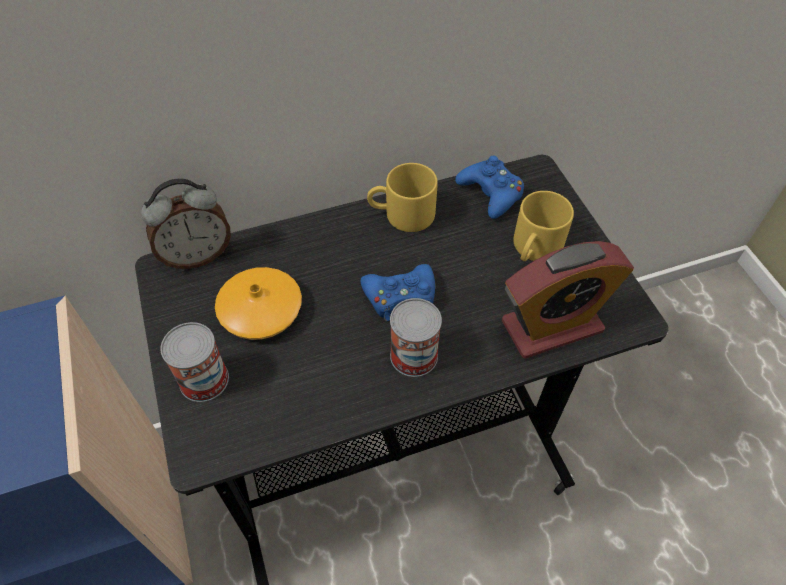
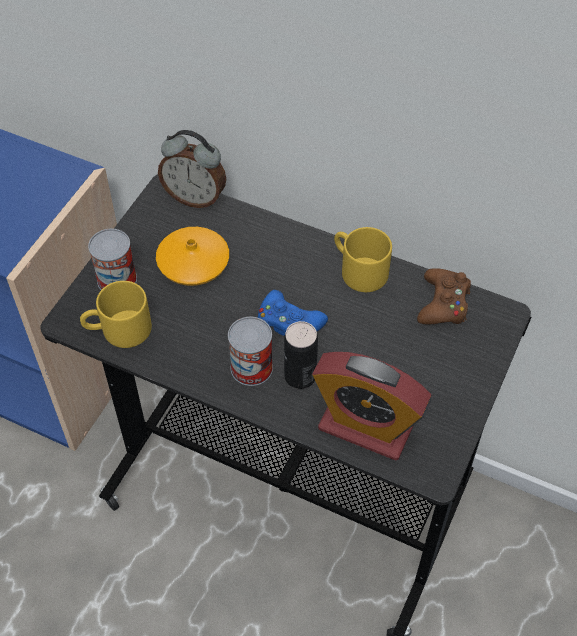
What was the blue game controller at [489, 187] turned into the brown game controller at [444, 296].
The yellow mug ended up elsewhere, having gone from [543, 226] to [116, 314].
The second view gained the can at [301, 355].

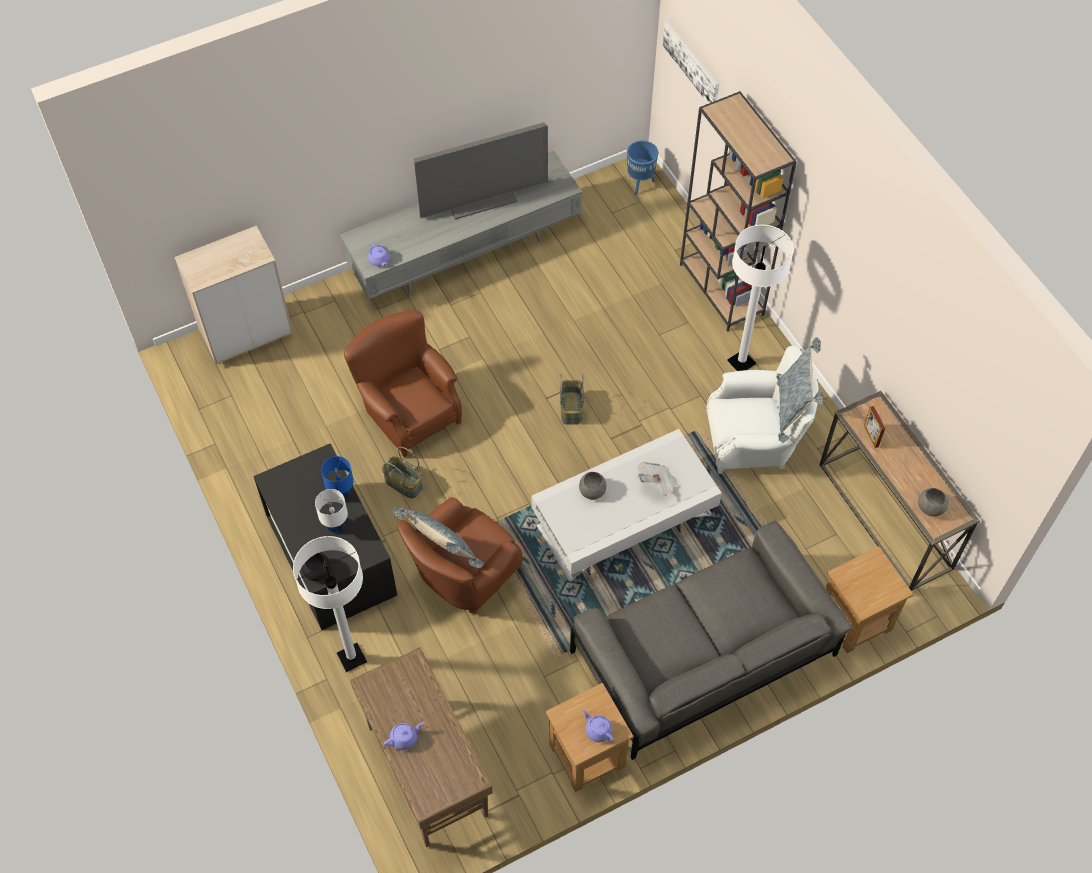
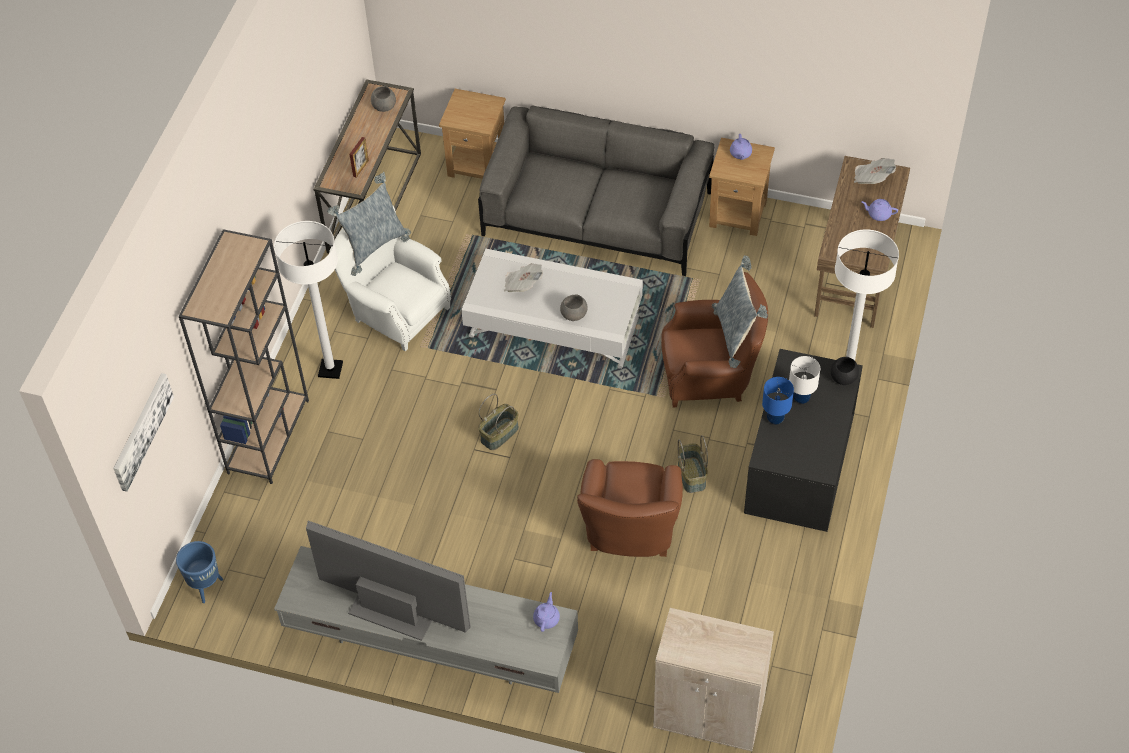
The second view gained the newspaper at [875, 171].

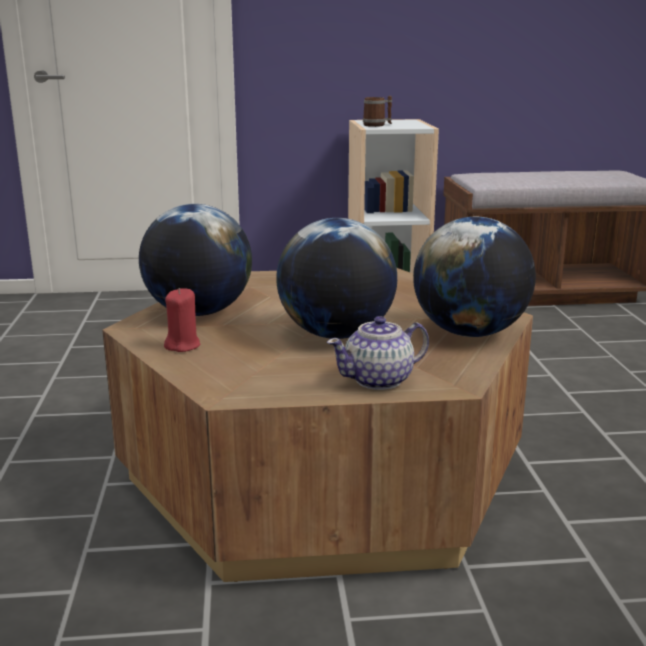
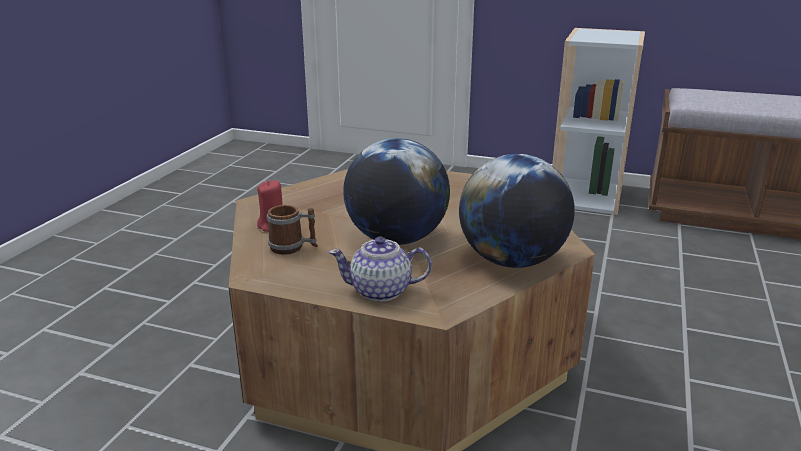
The second view lost the globe at [195, 260].
The mug ended up elsewhere, having gone from [377, 111] to [292, 230].

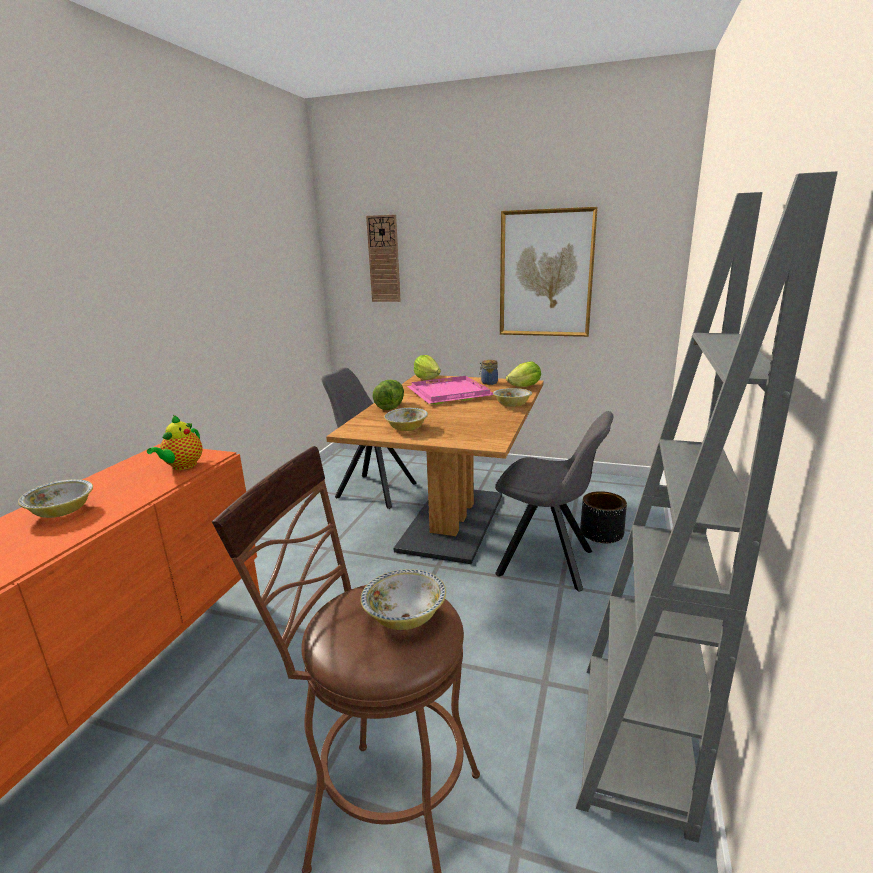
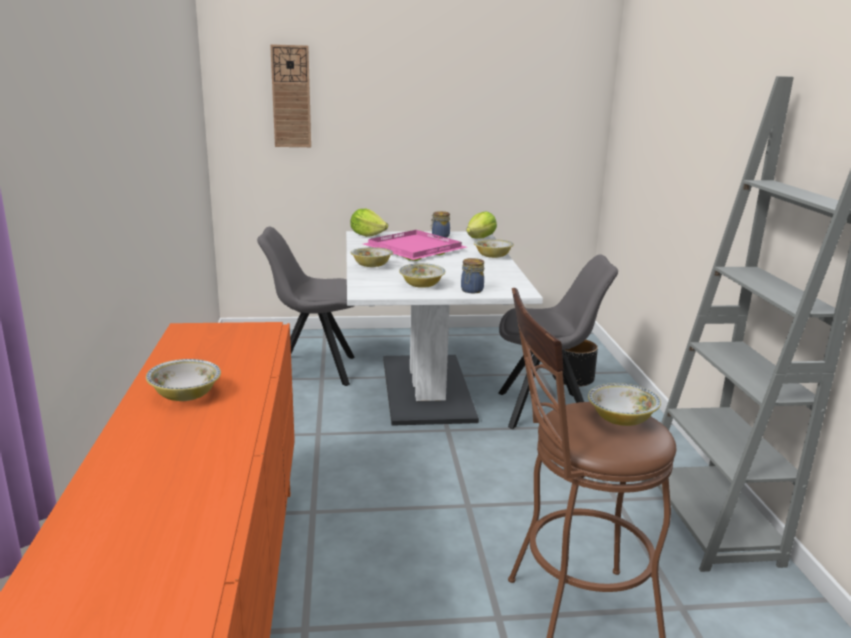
The second view lost the teapot at [175, 442].
What was the brown dining table at [435, 469] turned into the white dining table at [444, 328].
Where the lettuce stood at [388, 395], the bowl came to stand at [371, 257].
The second view lost the picture at [549, 272].
The second view gained the jar at [472, 275].

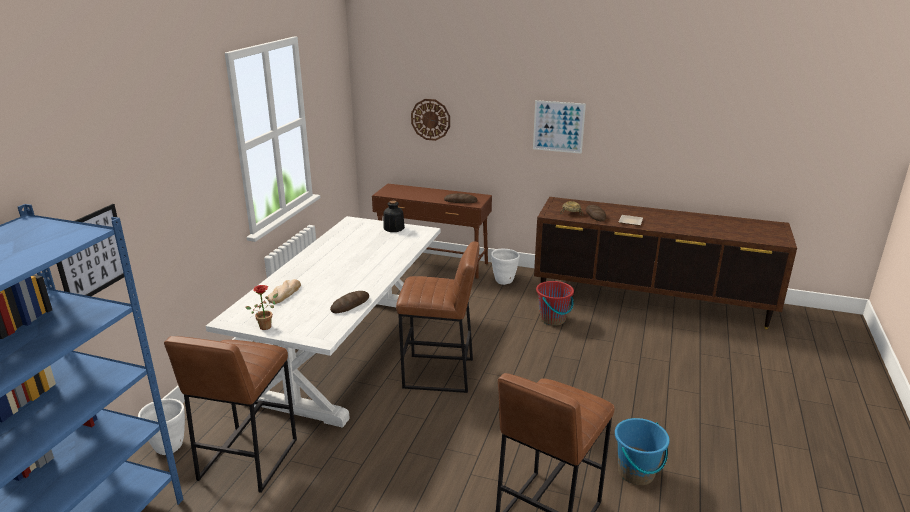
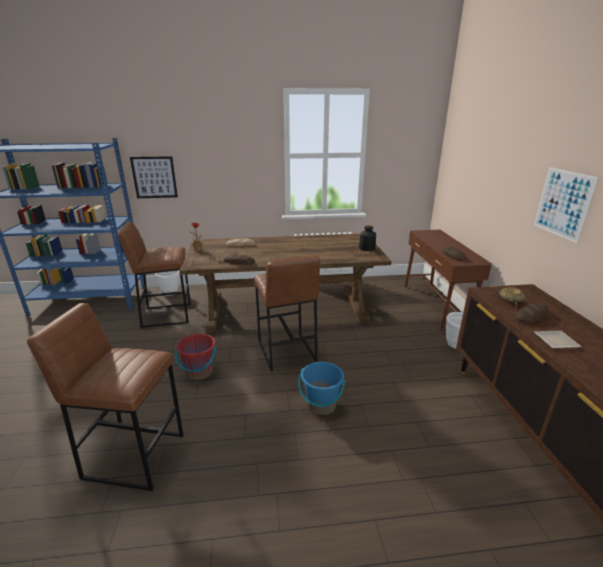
What was the white dining table at [323, 322] turned into the brown dining table at [286, 283].
The second view lost the wall clock at [430, 120].
The red bucket ended up elsewhere, having gone from [555, 303] to [195, 357].
The blue bucket ended up elsewhere, having gone from [642, 451] to [322, 388].

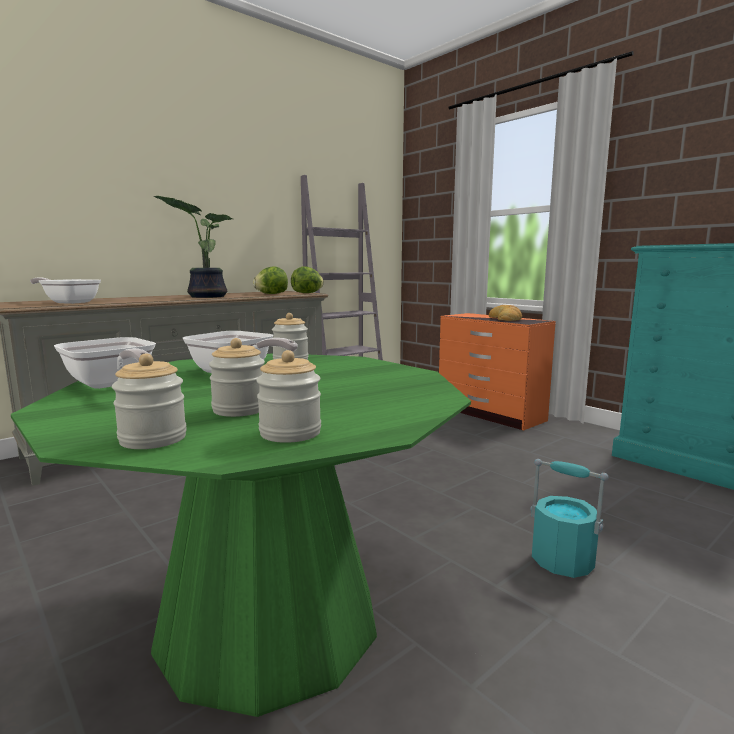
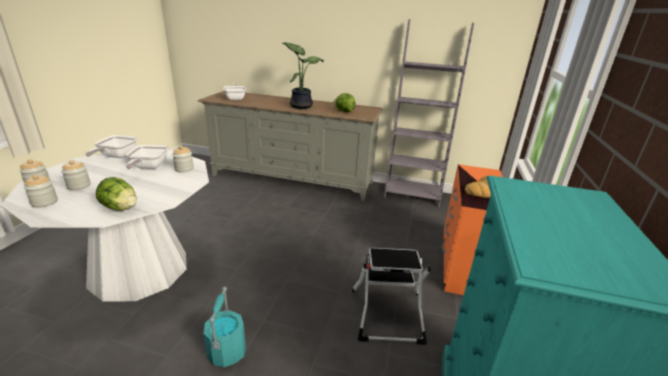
What was the green dining table at [241, 535] turned into the white dining table at [104, 226].
The lettuce ended up elsewhere, having gone from [307, 279] to [116, 194].
The second view gained the step ladder at [391, 296].

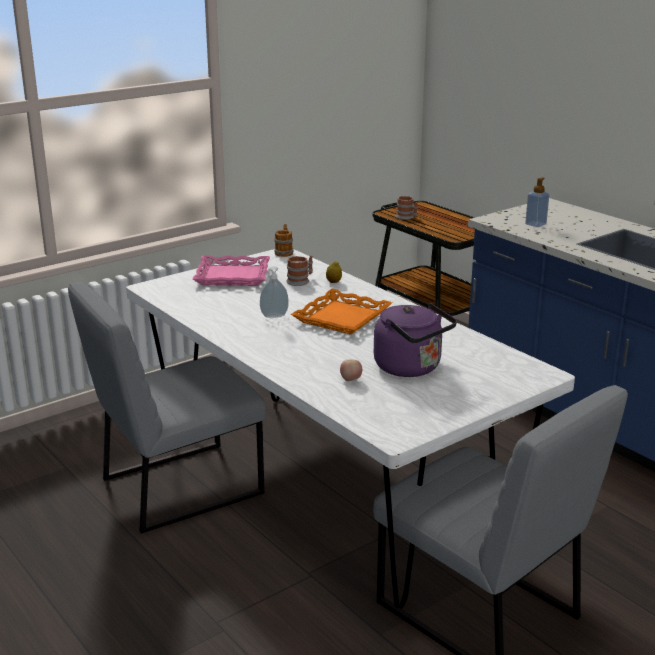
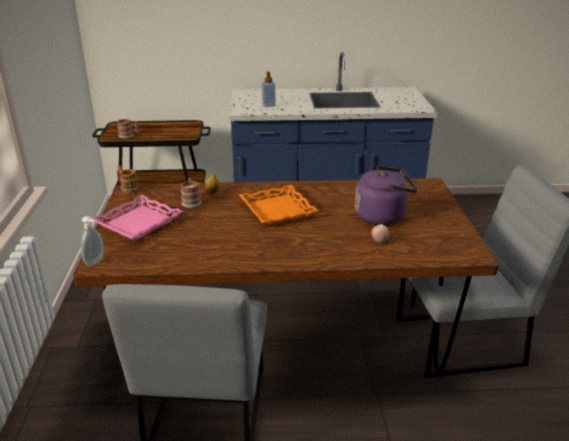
What was the white dining table at [350, 429] turned into the brown dining table at [286, 274].
The soap dispenser ended up elsewhere, having gone from [274, 292] to [92, 241].

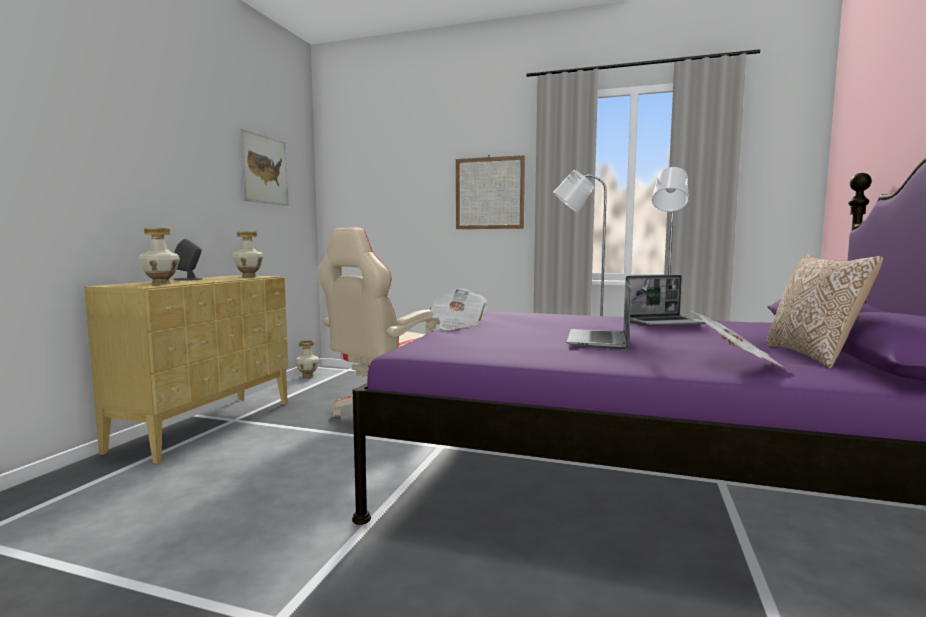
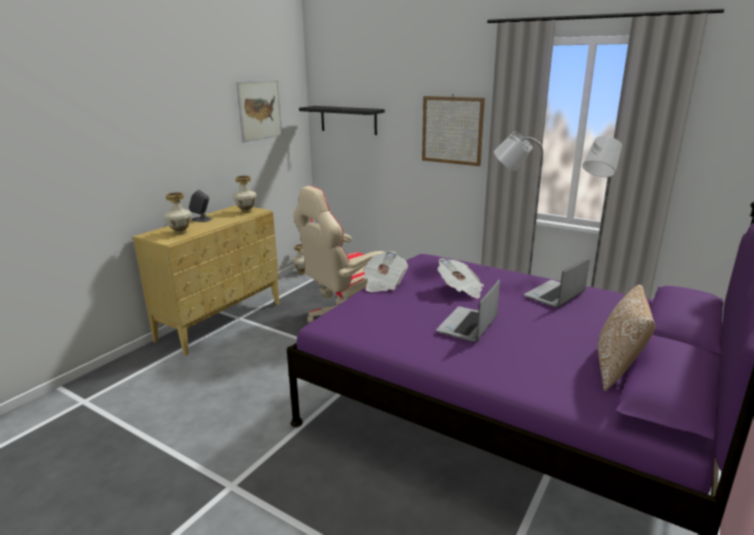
The laptop at [665, 300] ended up facing another way, 135 degrees clockwise from before.
The newspaper ended up elsewhere, having gone from [740, 340] to [460, 278].
The second view gained the black shelf at [342, 120].

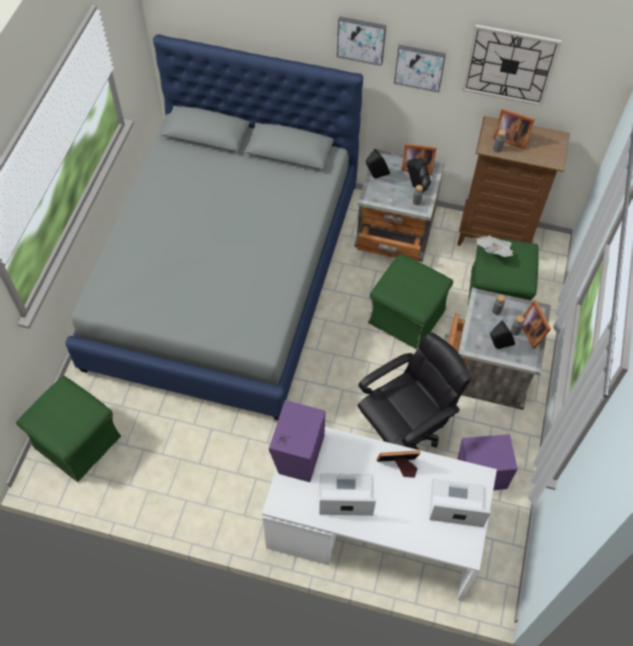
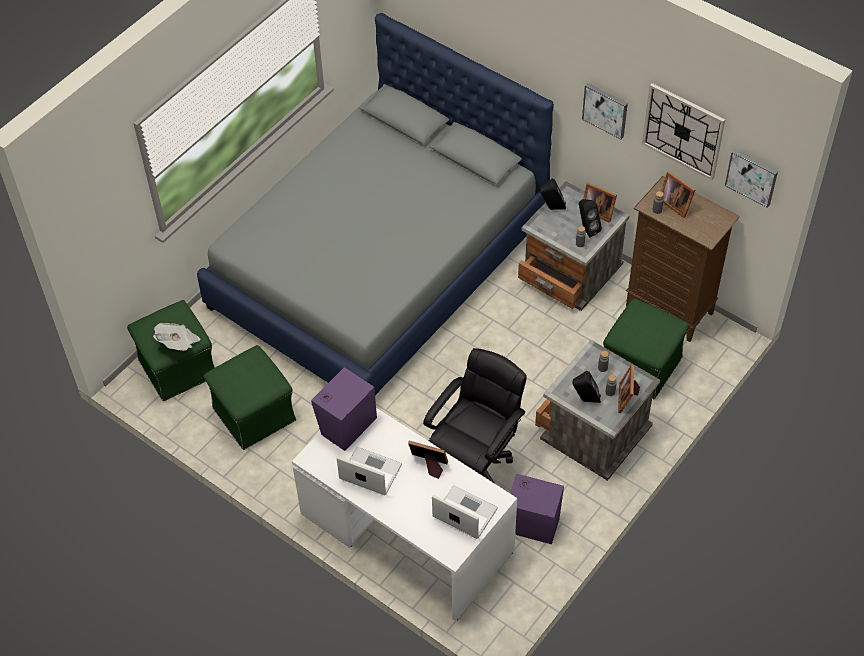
The picture ended up elsewhere, having gone from [361, 41] to [751, 178].
The black office chair at [414, 391] ended up facing another way, 45 degrees counterclockwise from before.
The green ottoman ended up elsewhere, having gone from [410, 302] to [249, 397].
The newspaper ended up elsewhere, having gone from [495, 246] to [176, 337].

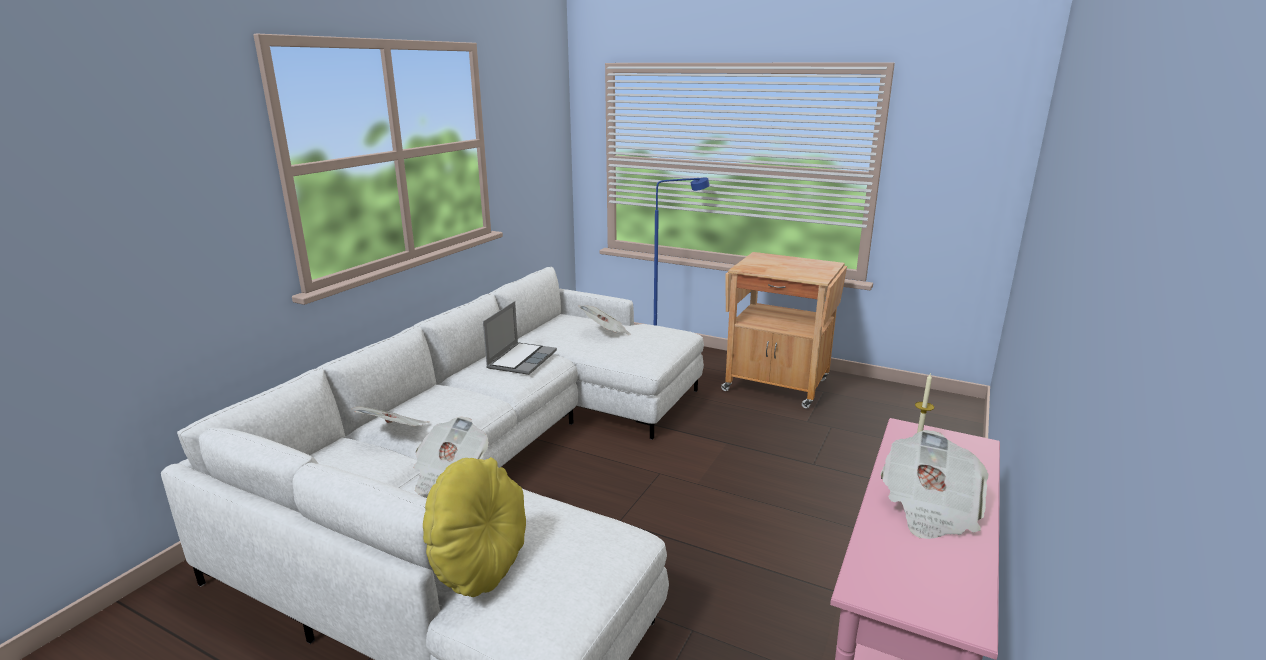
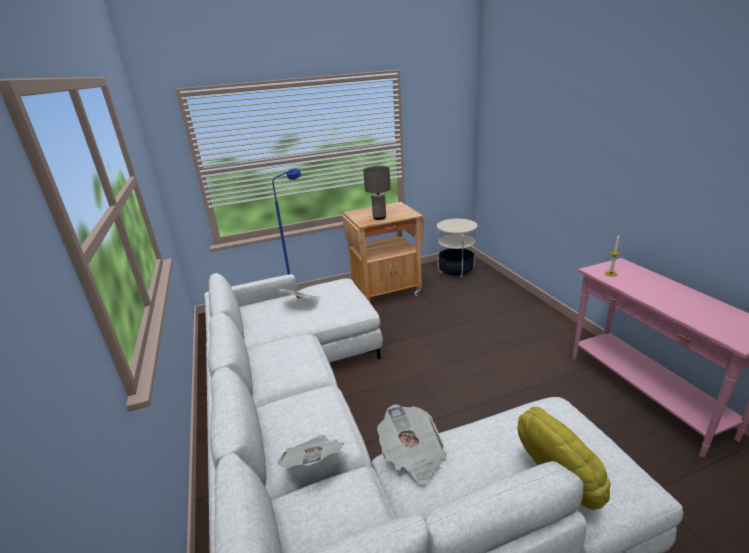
The second view lost the laptop at [520, 338].
The second view lost the newspaper at [934, 484].
The second view gained the grey table lamp at [377, 193].
The second view gained the beige side table at [457, 248].

